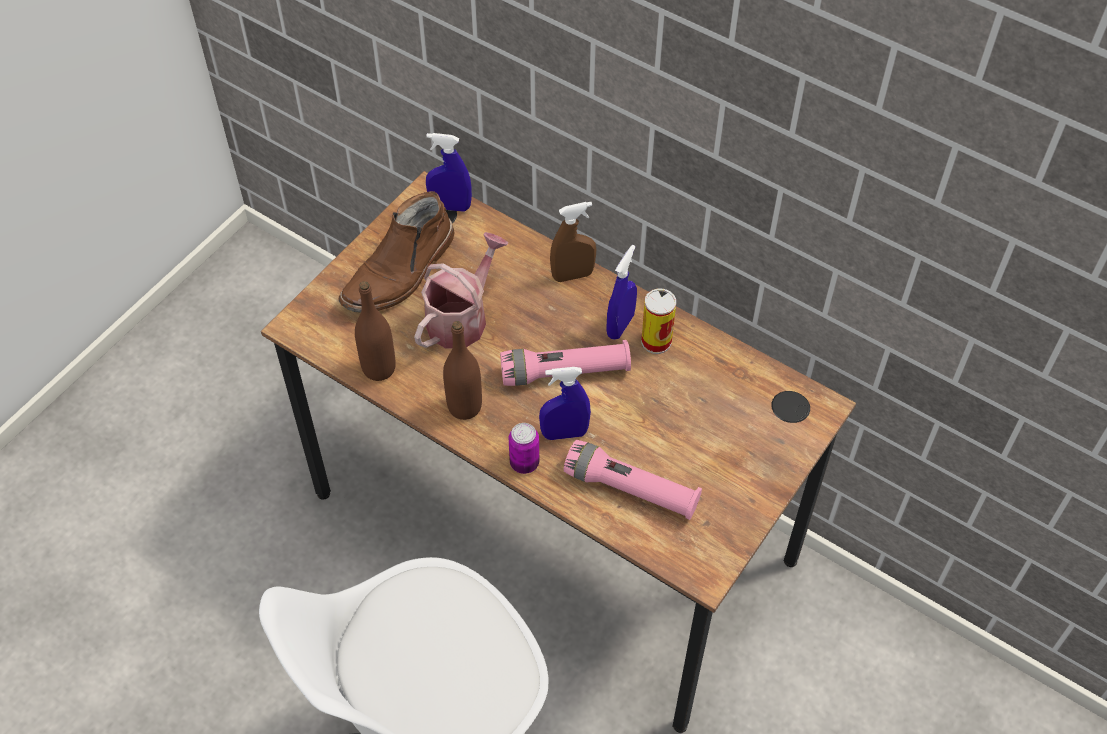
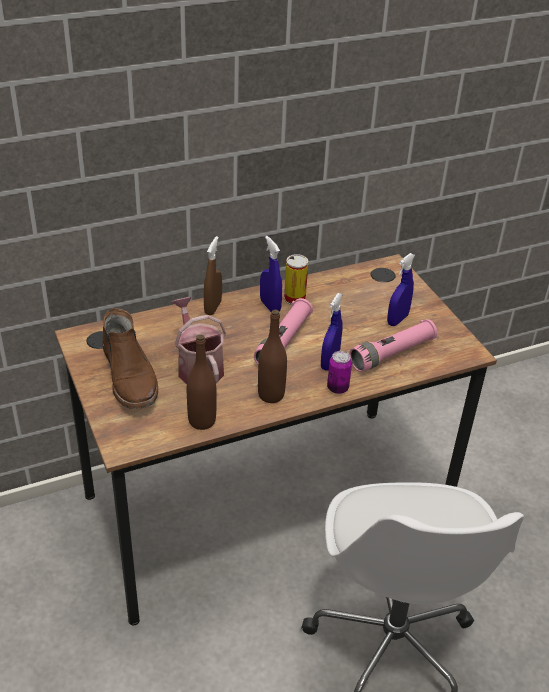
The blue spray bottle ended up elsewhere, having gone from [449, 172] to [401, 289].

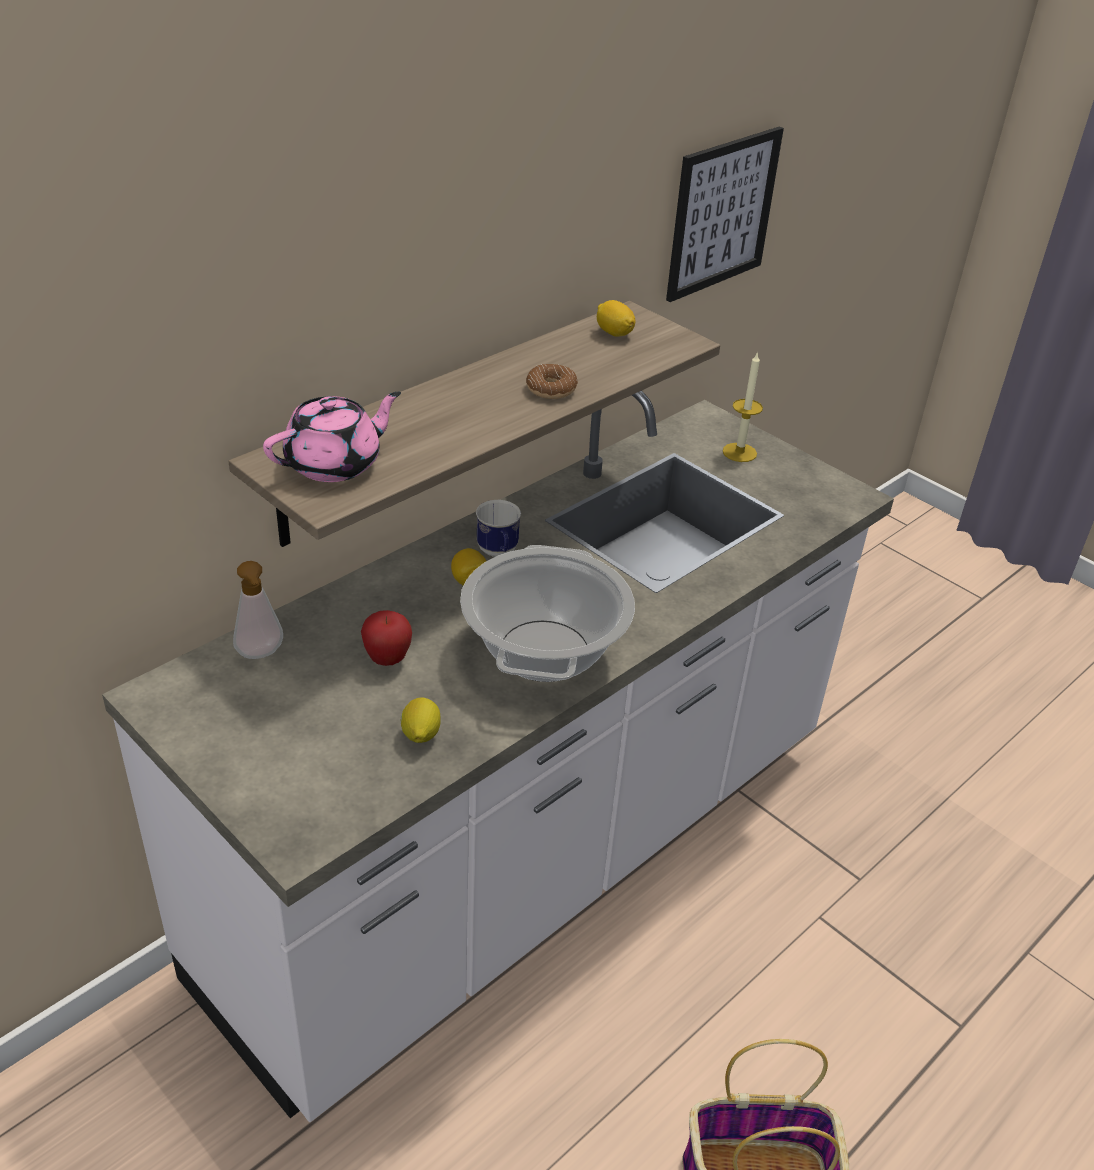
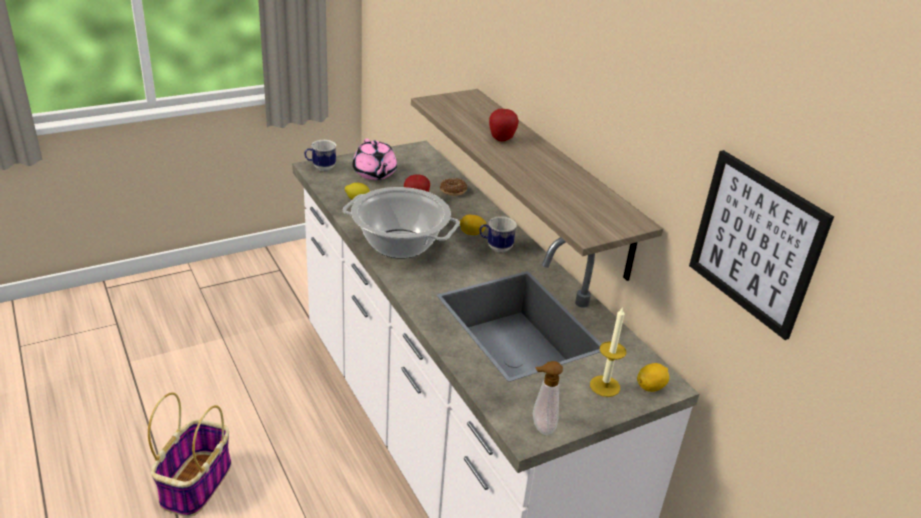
The soap dispenser ended up elsewhere, having gone from [258, 610] to [548, 398].
The pink teapot ended up elsewhere, having gone from [332, 437] to [375, 159].
The donut ended up elsewhere, having gone from [552, 381] to [453, 187].
The lemon ended up elsewhere, having gone from [616, 318] to [653, 377].
The second view gained the mug at [320, 155].
The second view gained the apple at [504, 125].

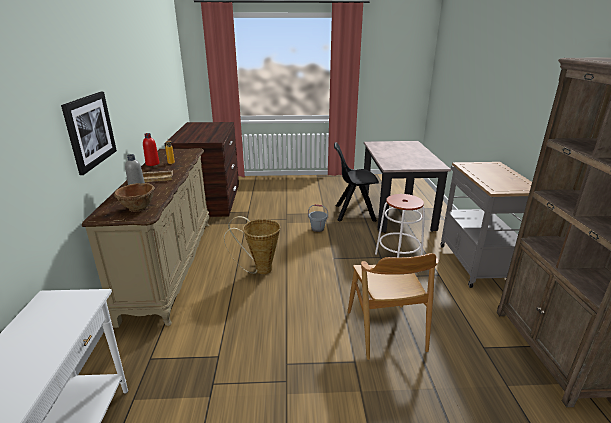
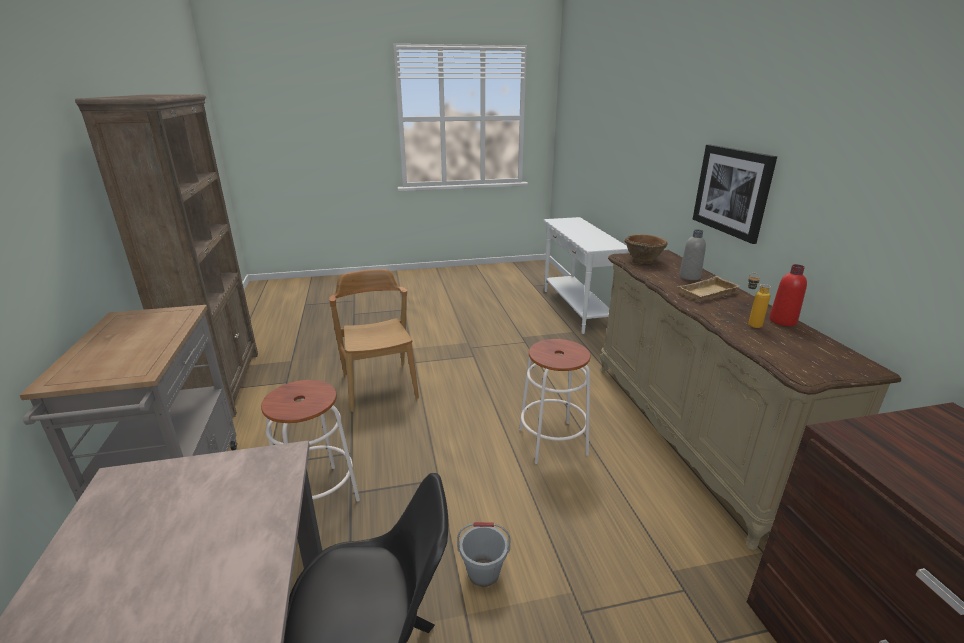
Where the basket stood at [252, 245], the white stool came to stand at [554, 401].

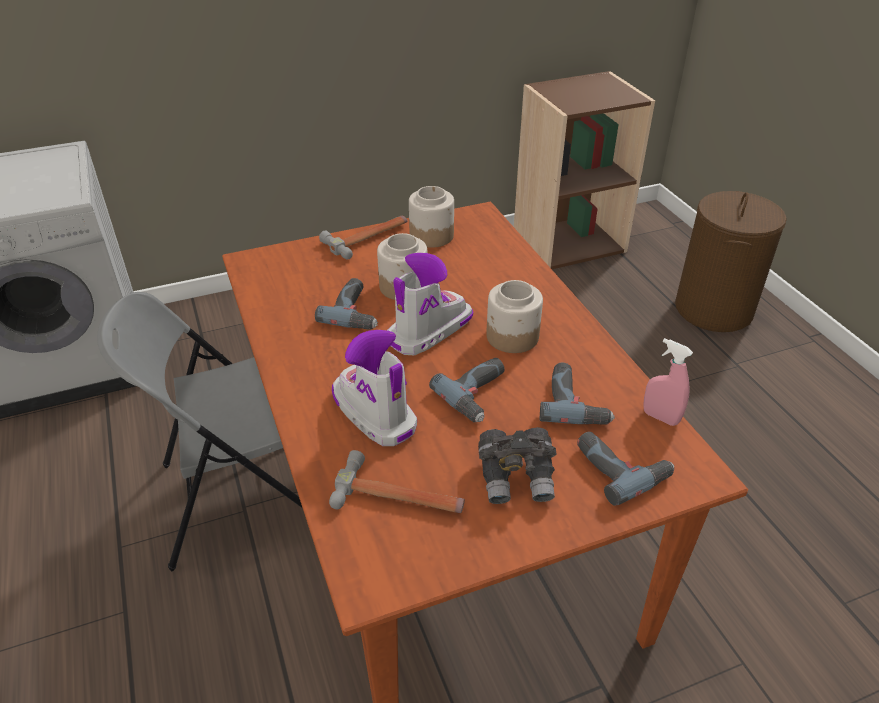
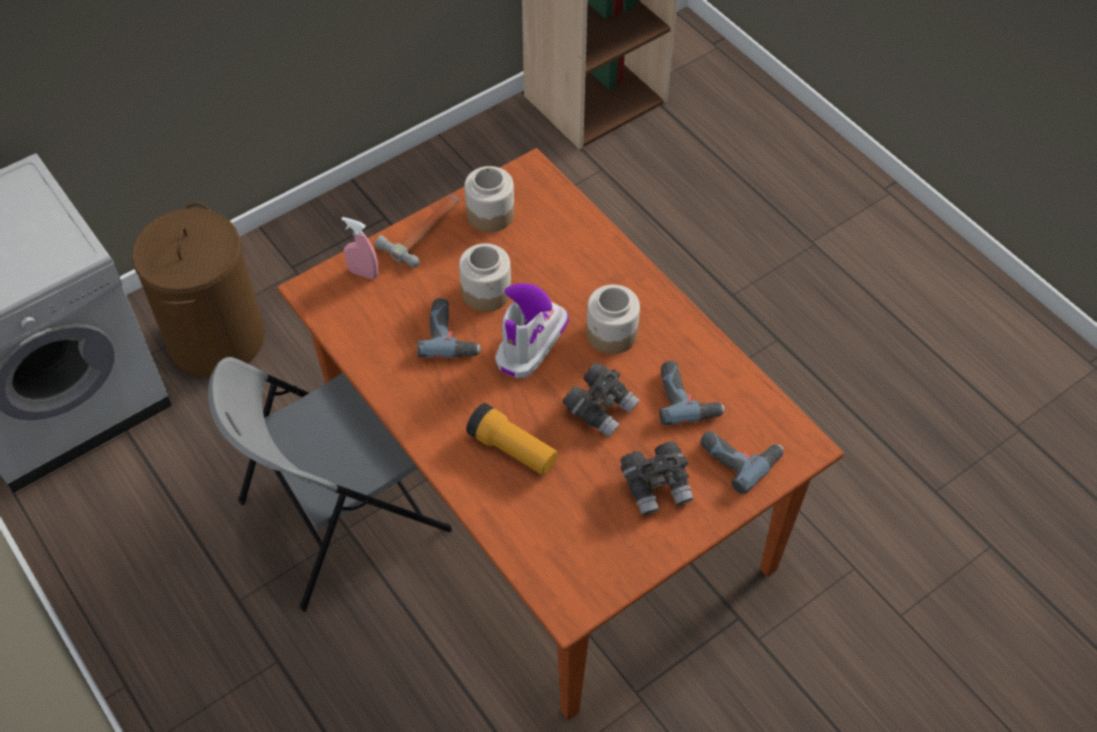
The second view lost the hammer at [397, 481].
Where the boot stood at [374, 388], the flashlight came to stand at [512, 439].
Where the power drill stood at [467, 390], the grey binoculars came to stand at [601, 400].
The pink spray bottle ended up elsewhere, having gone from [668, 382] to [359, 248].
The brown laundry basket ended up elsewhere, having gone from [731, 261] to [198, 289].

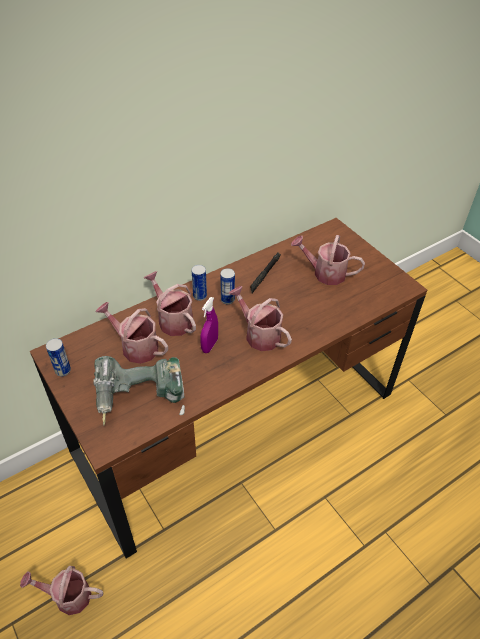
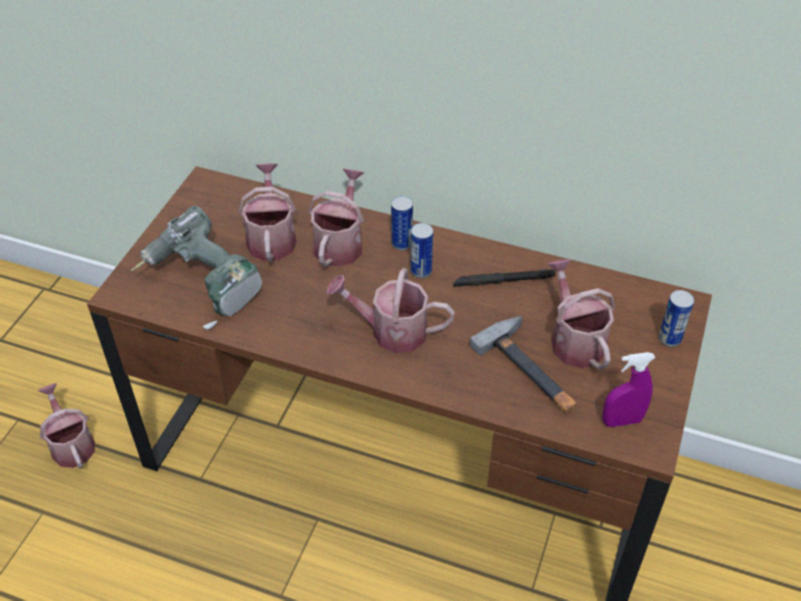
The can ended up elsewhere, having gone from [58, 357] to [676, 318].
The purple spray bottle ended up elsewhere, having gone from [209, 325] to [628, 389].
The watering can at [260, 318] ended up facing another way, 90 degrees counterclockwise from before.
The second view gained the hammer at [523, 364].

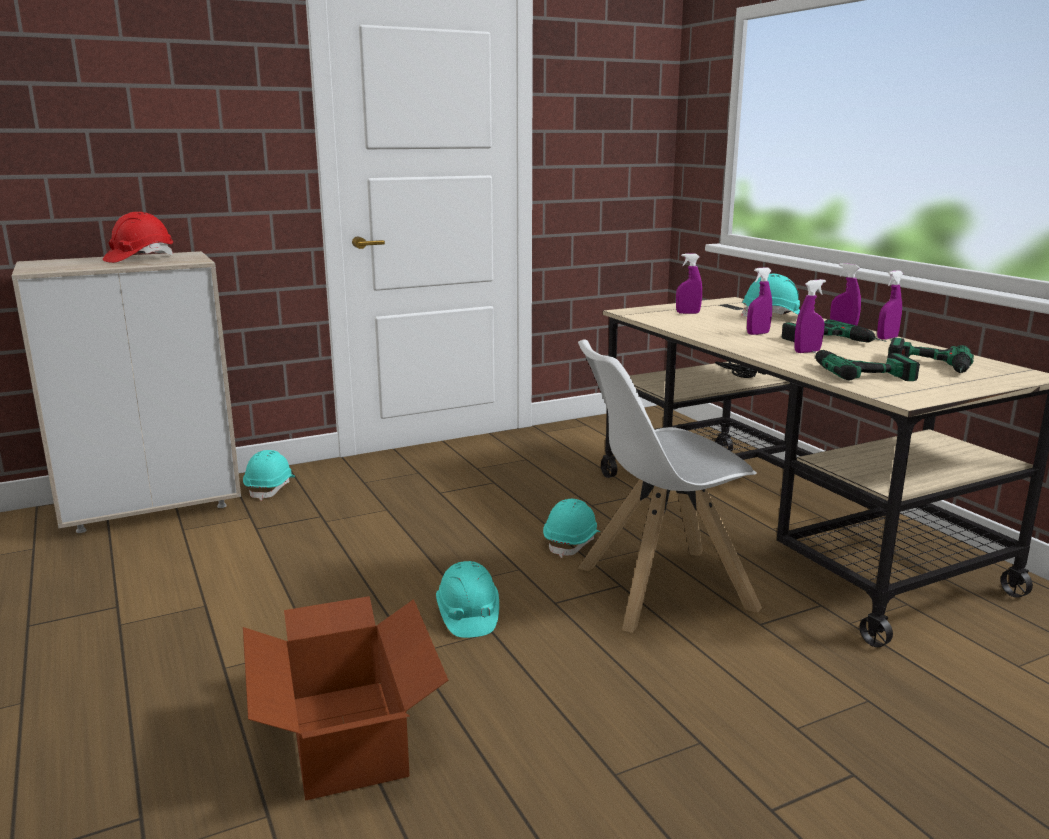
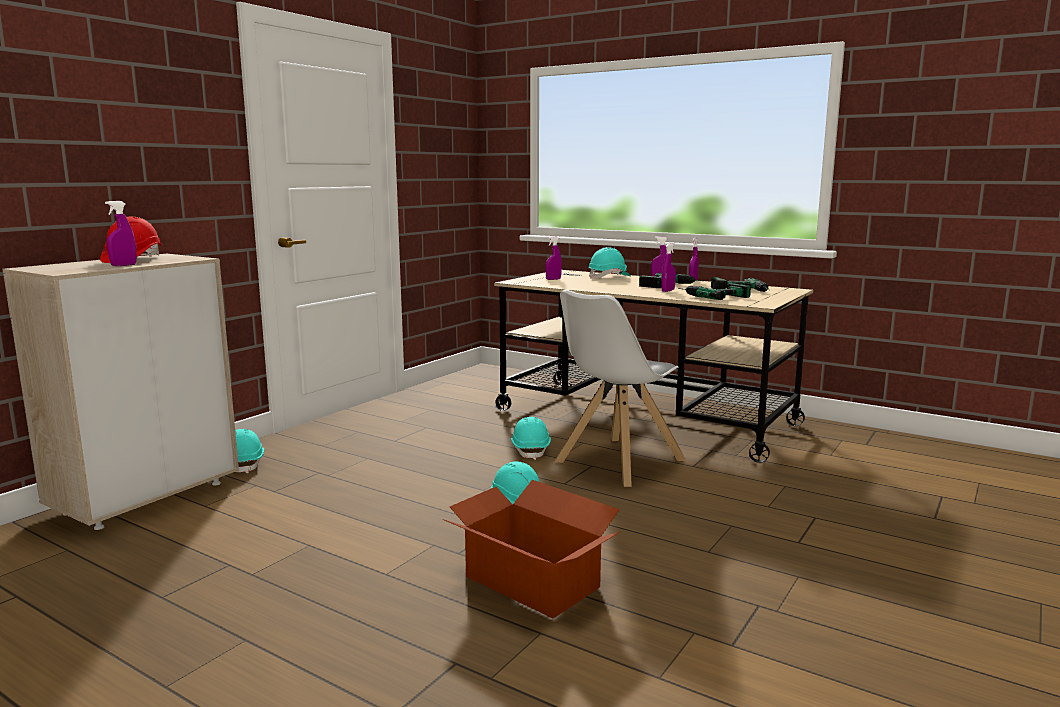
The purple spray bottle ended up elsewhere, having gone from [759, 301] to [121, 233].

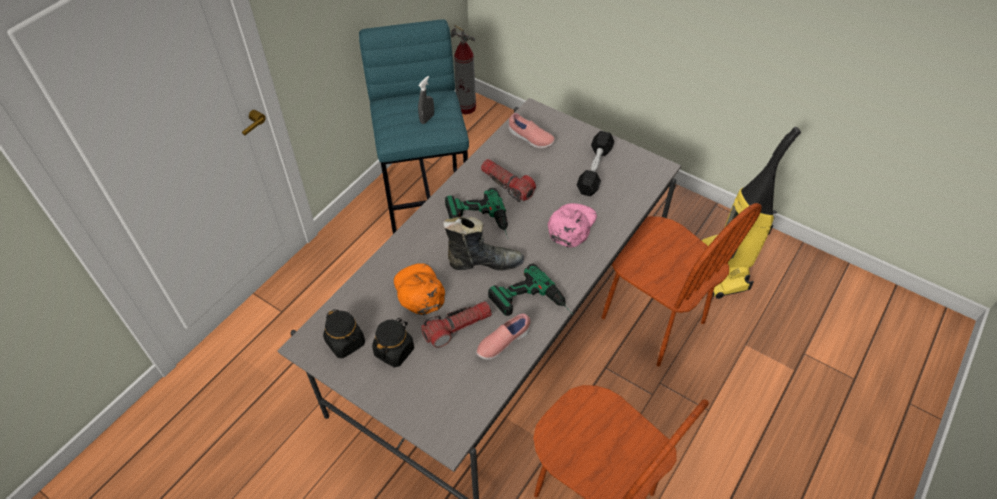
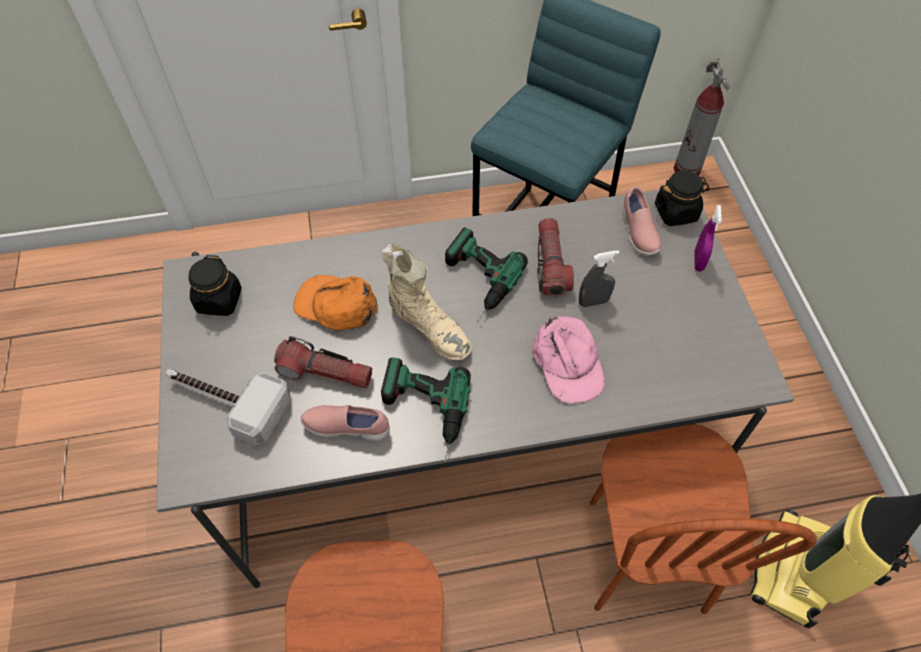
The black jar ended up elsewhere, having gone from [393, 342] to [682, 198].
The orange cap at [419, 289] ended up facing another way, 90 degrees counterclockwise from before.
The grey spray bottle ended up elsewhere, having gone from [426, 100] to [599, 278].
What was the black boot at [483, 243] turned into the beige boot at [426, 301].
The pink cap at [572, 225] ended up facing another way, 90 degrees clockwise from before.
The second view lost the black dumbbell at [595, 163].
The second view gained the hammer at [228, 407].
The second view gained the purple spray bottle at [708, 238].

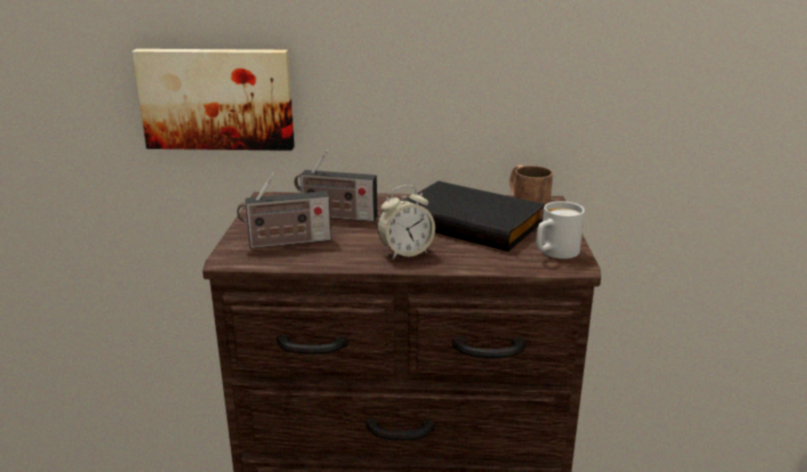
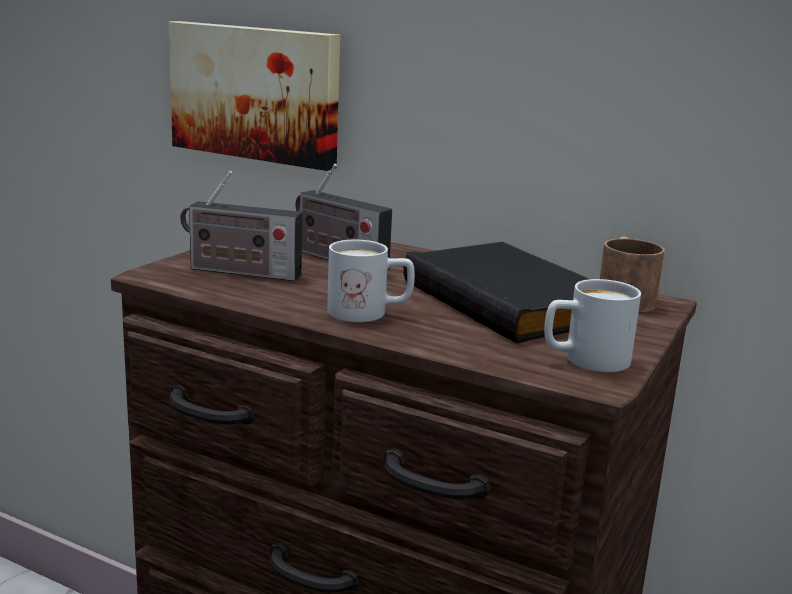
Where the alarm clock stood at [406, 222], the white mug came to stand at [371, 281].

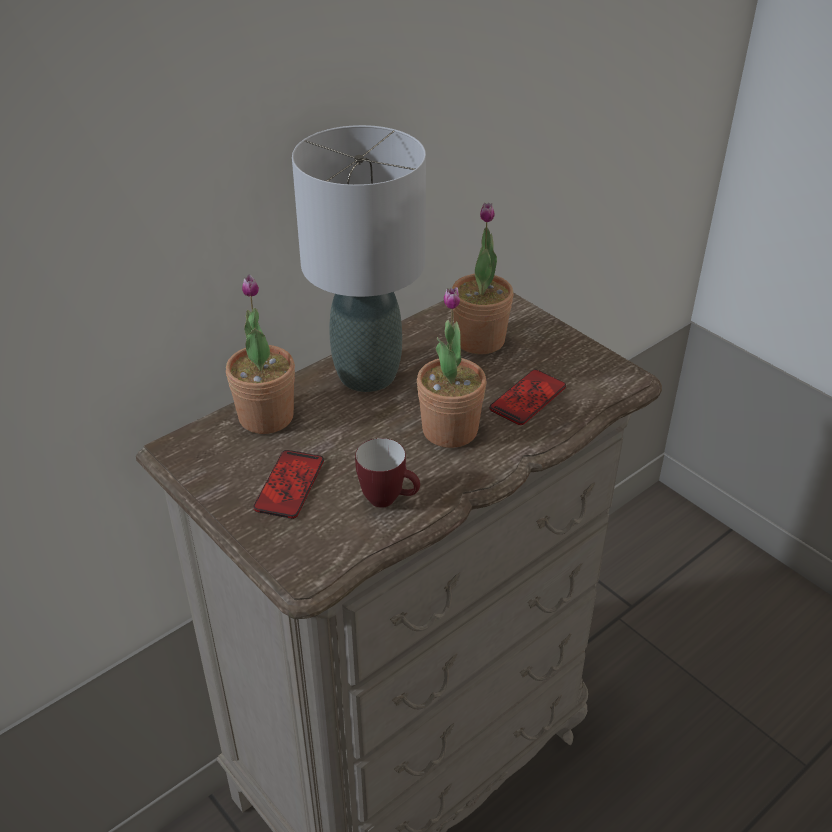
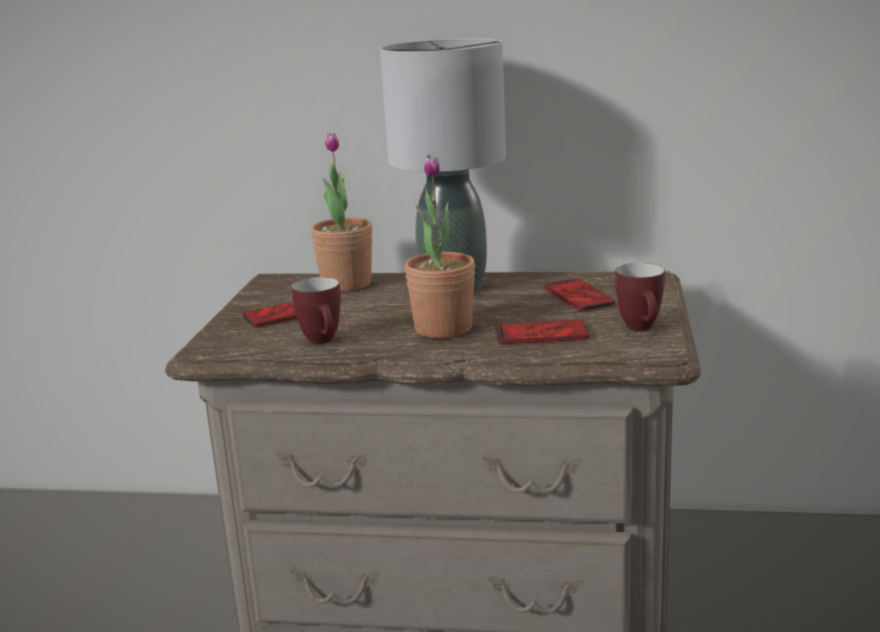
Where the potted plant stood at [482, 278], the phone came to stand at [580, 295].
The second view gained the mug at [640, 297].

